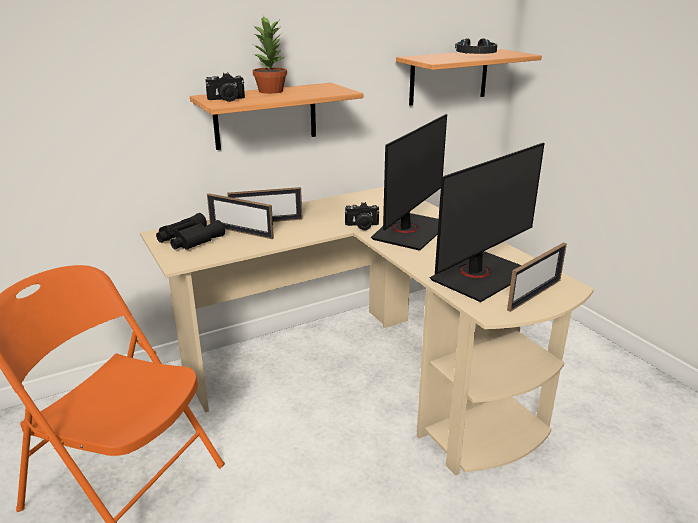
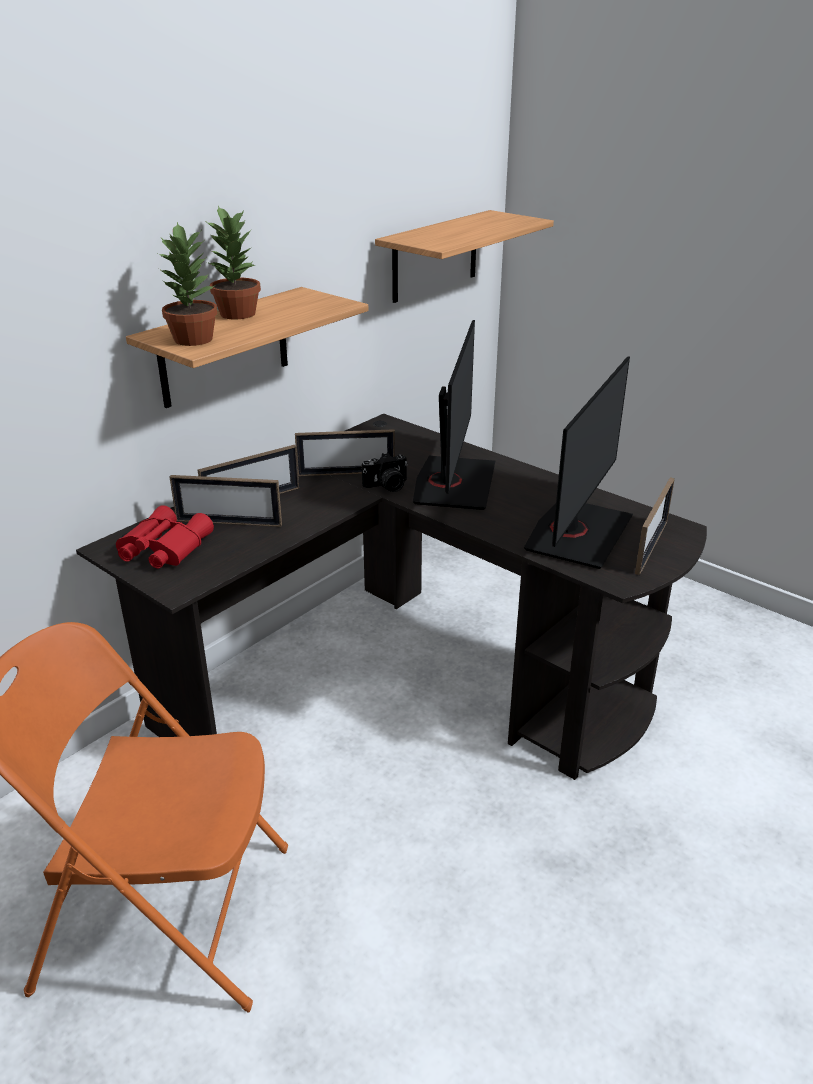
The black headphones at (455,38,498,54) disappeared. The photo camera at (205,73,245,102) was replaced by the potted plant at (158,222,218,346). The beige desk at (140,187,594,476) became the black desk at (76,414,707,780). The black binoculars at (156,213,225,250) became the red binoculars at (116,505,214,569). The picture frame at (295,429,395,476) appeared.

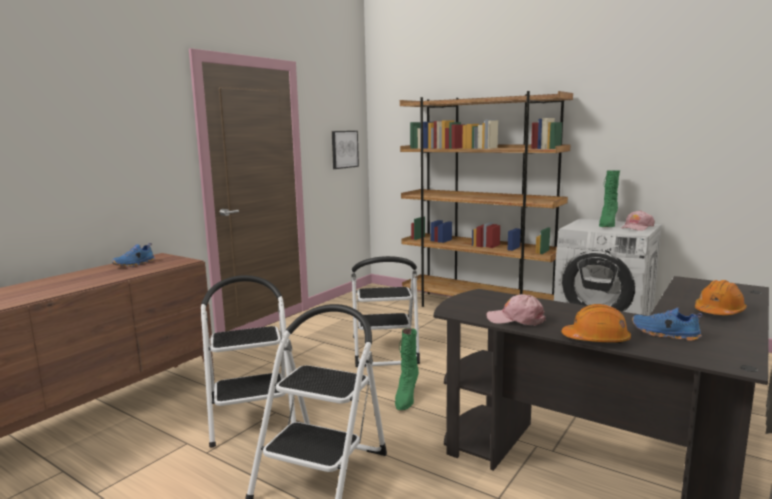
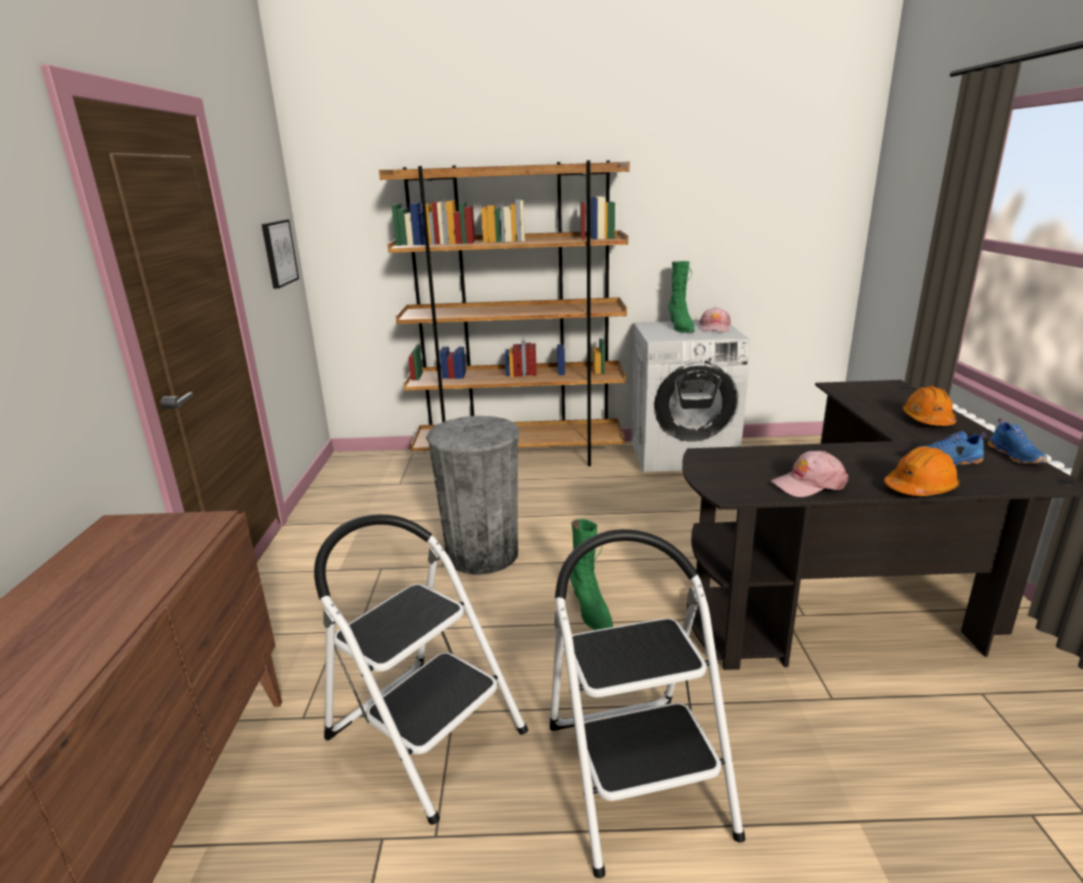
The blue shoe moved from (112,243,155,267) to (988,419,1047,464). The step ladder at (351,256,420,367) was replaced by the grey trash can at (426,416,520,575).

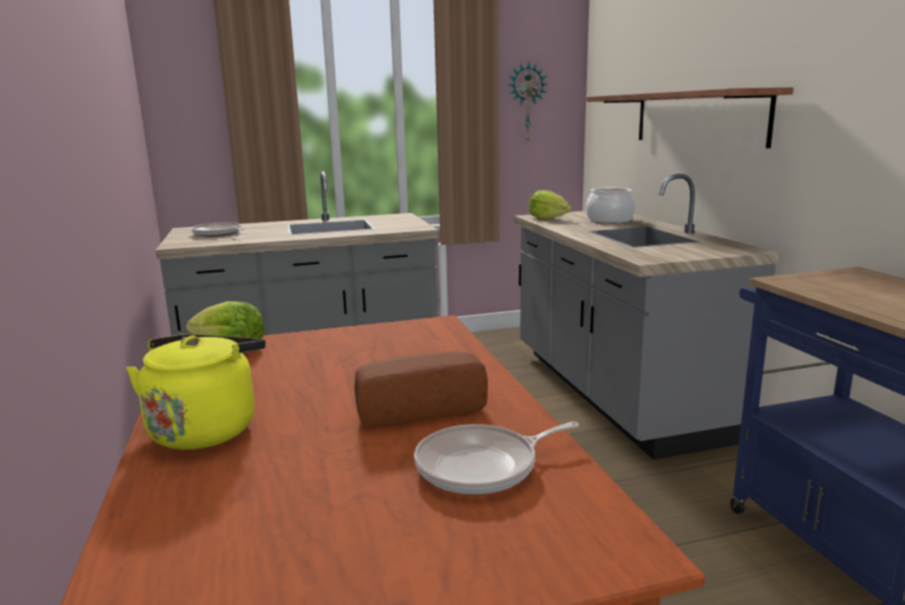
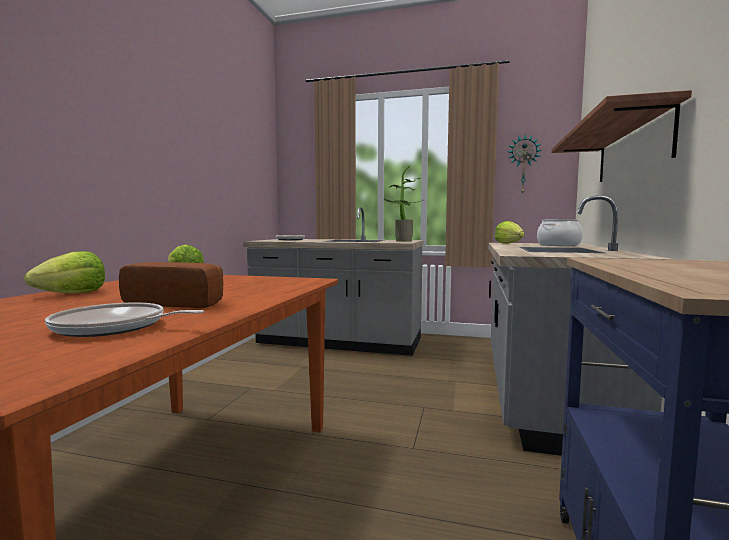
The yellow kettle at (126,334,265,450) was replaced by the lettuce at (24,251,105,293). The potted plant at (383,165,423,242) appeared.

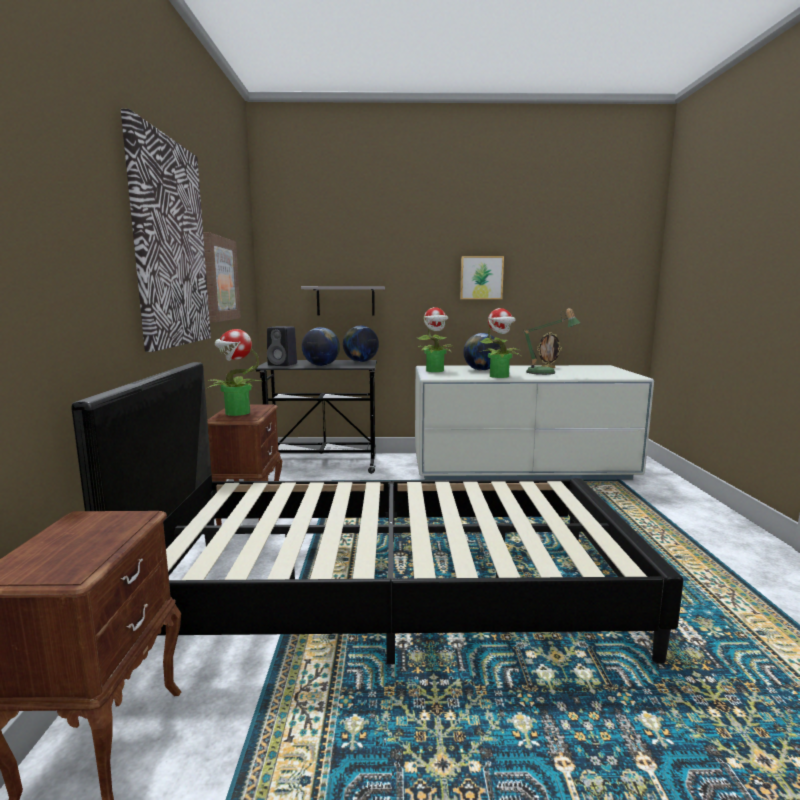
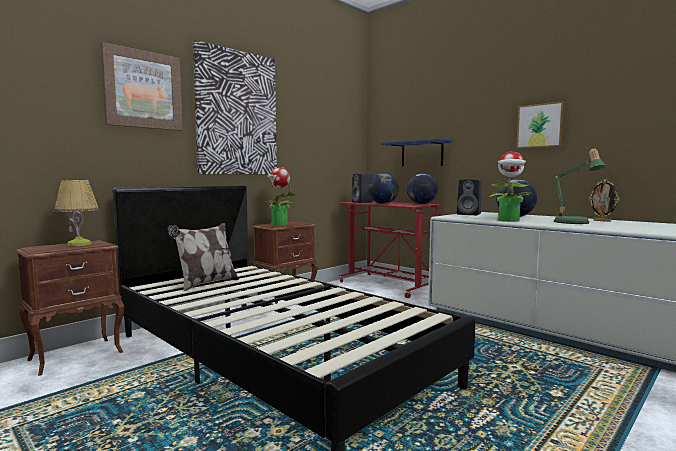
The picture moved from (203,232,241,322) to (100,42,183,131). The grey shelf at (301,286,385,316) became the blue shelf at (381,139,452,167). The potted plant at (417,307,454,372) was replaced by the black speaker at (457,179,482,215). The black desk at (256,360,377,474) became the red desk at (339,201,440,298). The table lamp at (54,180,99,246) appeared. The pillow at (168,223,239,291) appeared.

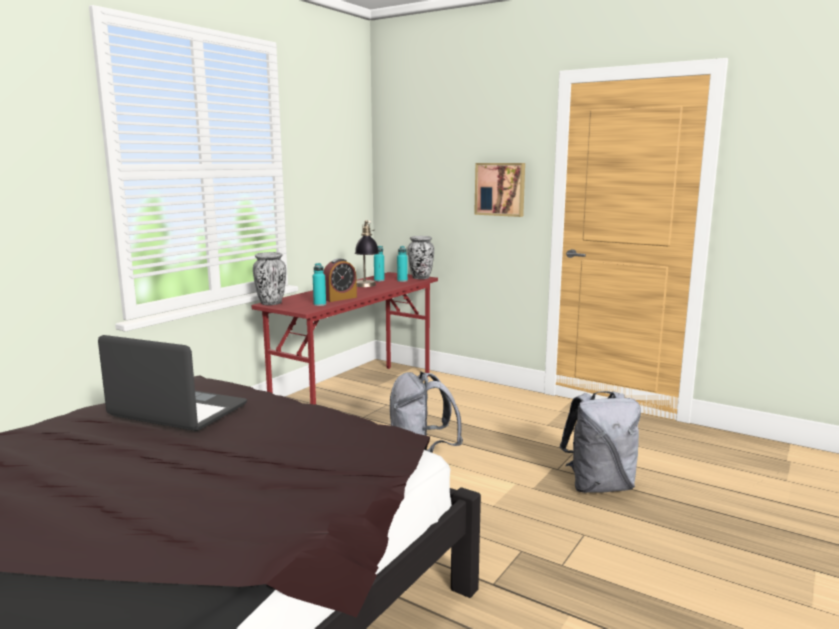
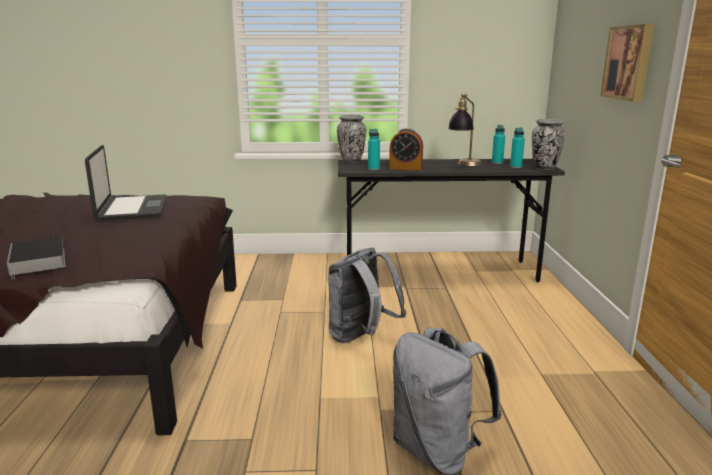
The red desk at (251,272,438,405) became the grey desk at (338,159,565,282). The book at (7,237,65,279) appeared.

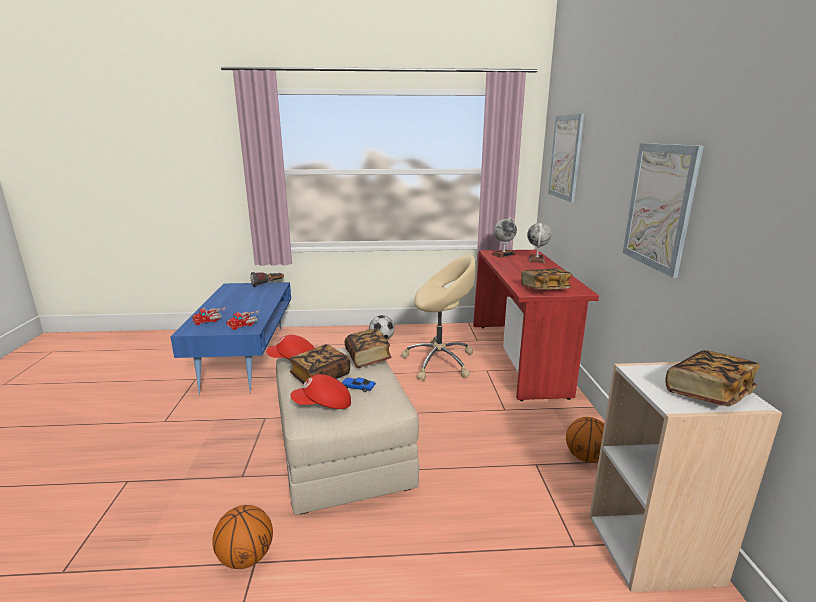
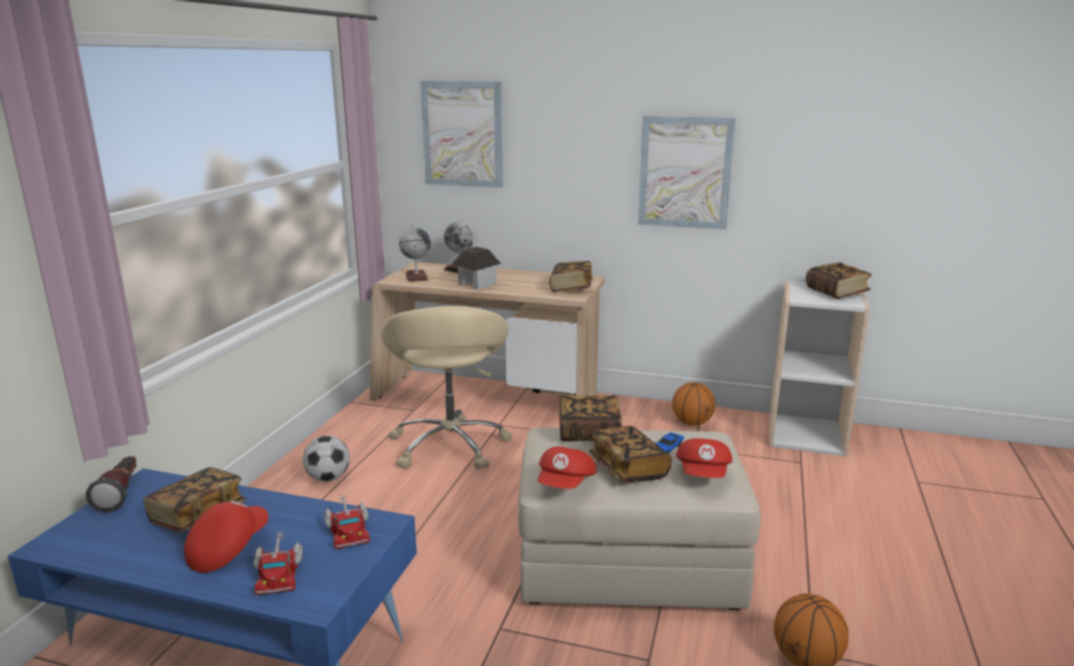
The red desk at (473,250,599,401) became the beige desk at (370,262,605,401). The beige office chair at (401,254,475,381) turned 150 degrees clockwise. The toy house at (451,247,501,289) appeared. The book at (143,467,245,532) appeared. The red cap at (184,500,268,573) appeared.

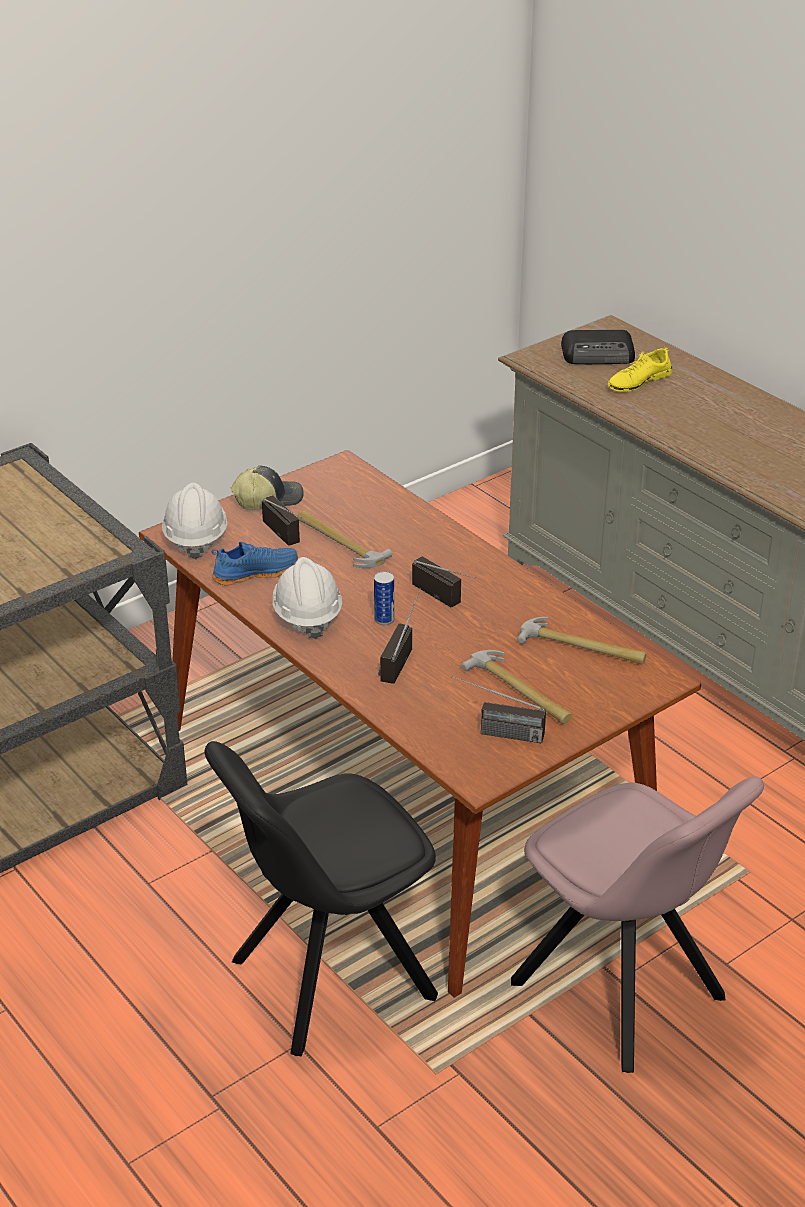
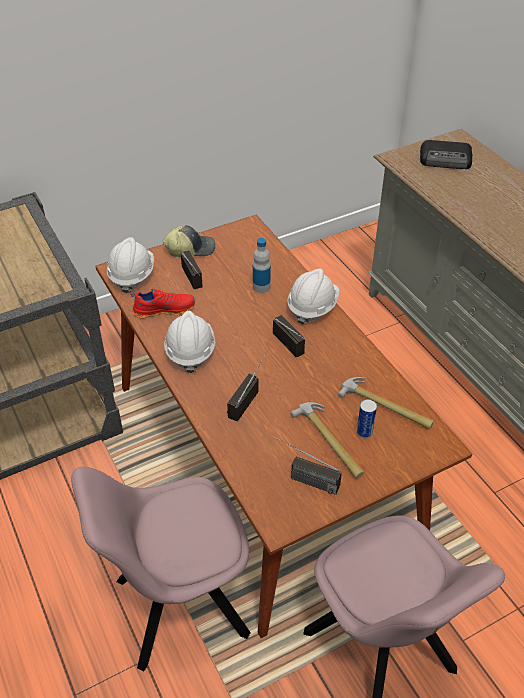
The yellow shoe at (608,347,672,392) disappeared. The hammer at (297,511,392,568) disappeared. The blue shoe at (212,541,298,585) became the red shoe at (131,289,195,318). The can moved from (374,571,394,625) to (357,399,377,438). The black chair at (204,741,438,1057) became the pink chair at (71,467,251,671). The bottle at (253,238,271,293) appeared. The white hard hat at (287,268,340,325) appeared.

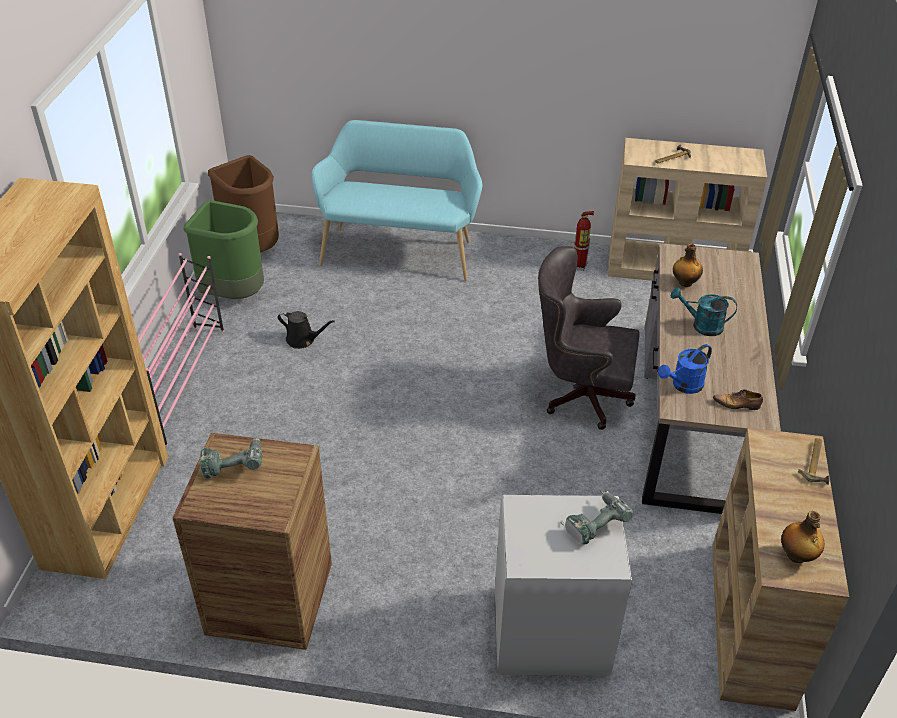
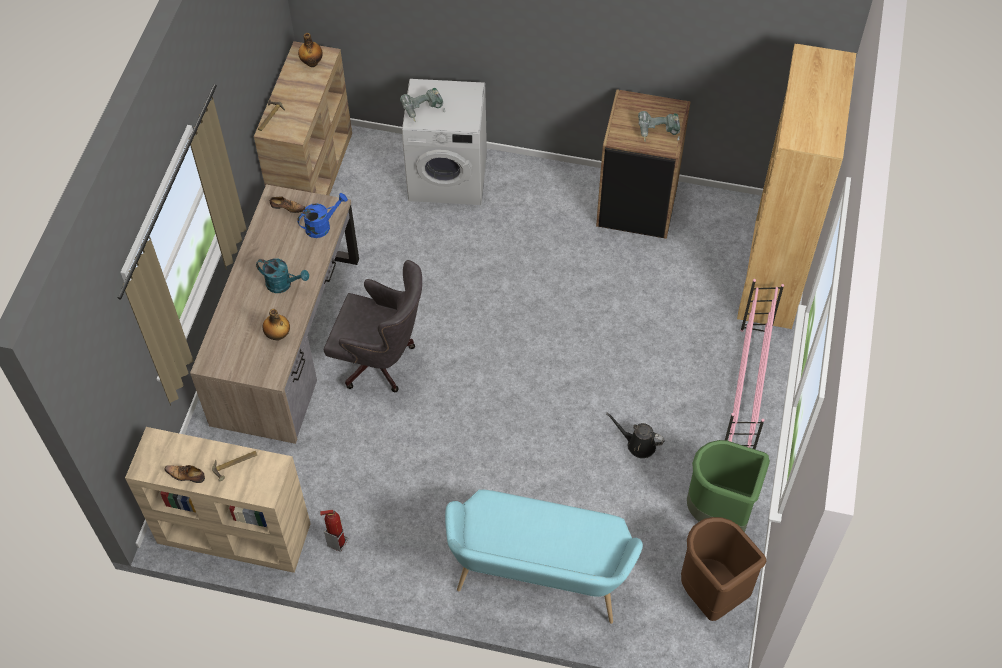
The shoe at (165,465,205,483) appeared.

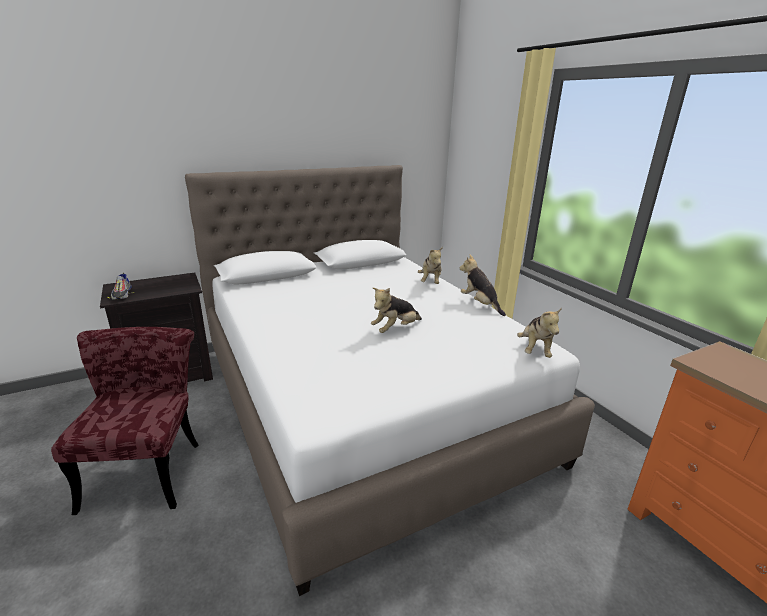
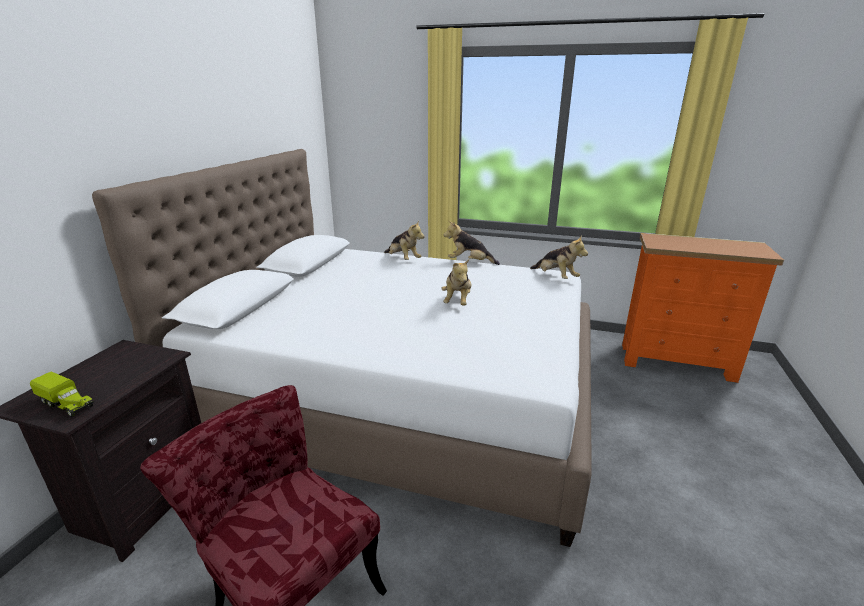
The shoe at (107,273,134,300) was replaced by the toy truck at (30,372,94,417).

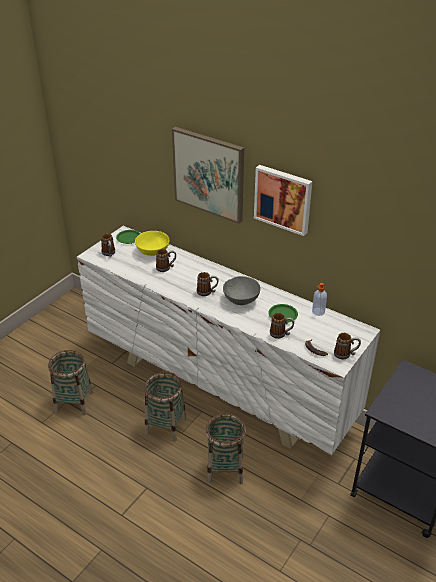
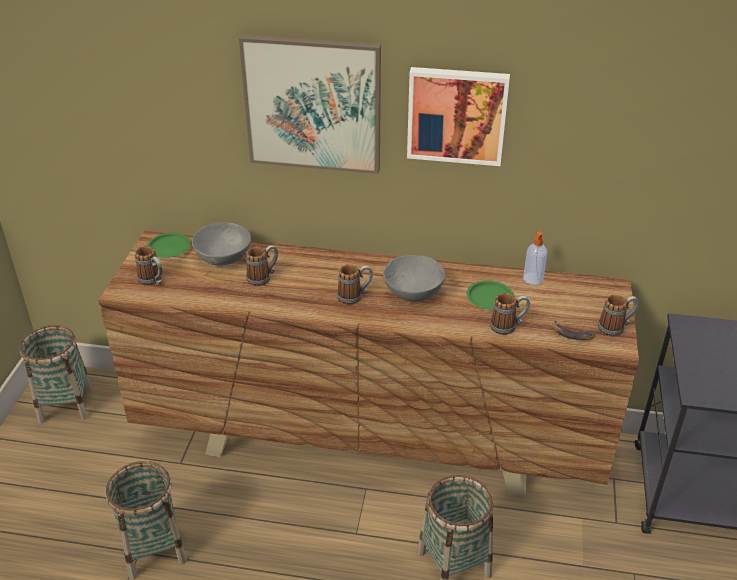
The white cabinet at (77,226,380,455) became the brown cabinet at (98,230,639,498). The yellow bowl at (135,231,169,256) became the grey bowl at (192,222,251,266). The basket moved from (144,372,186,442) to (20,325,93,424).

